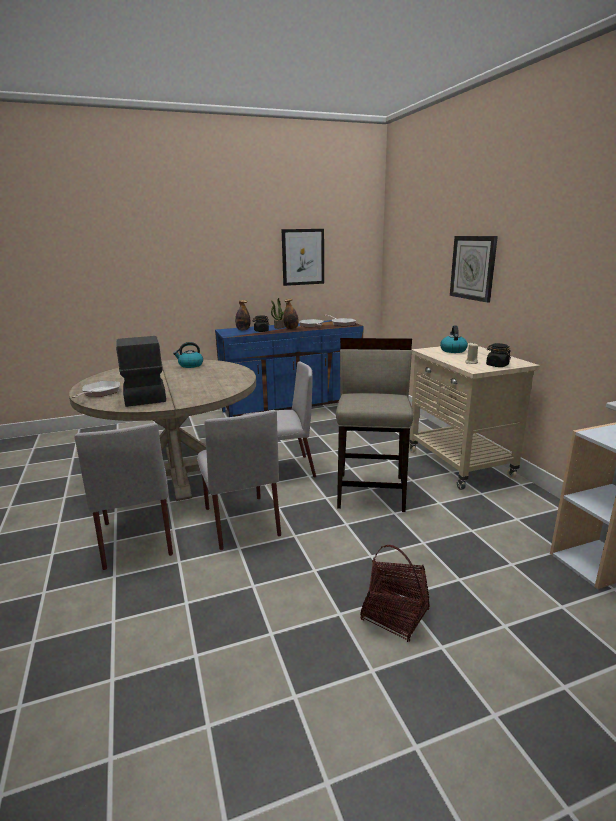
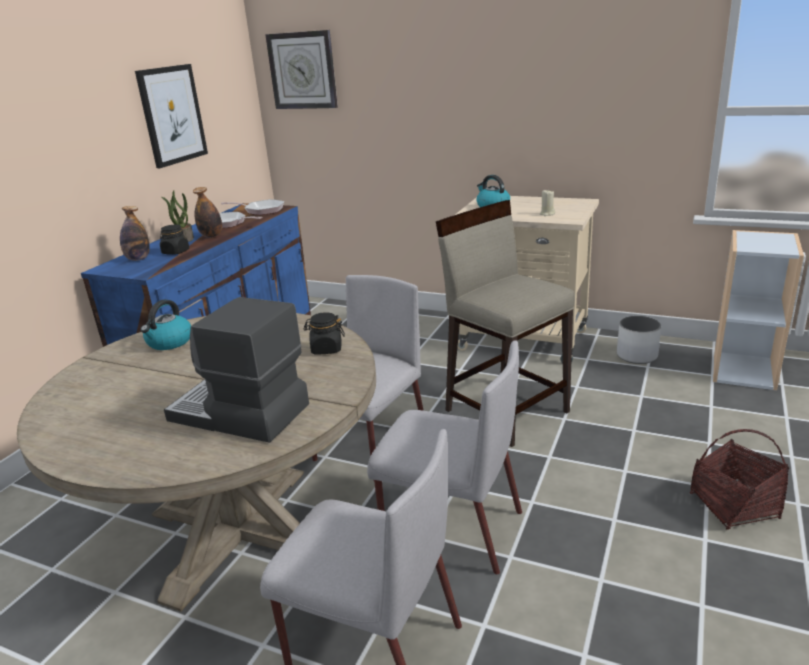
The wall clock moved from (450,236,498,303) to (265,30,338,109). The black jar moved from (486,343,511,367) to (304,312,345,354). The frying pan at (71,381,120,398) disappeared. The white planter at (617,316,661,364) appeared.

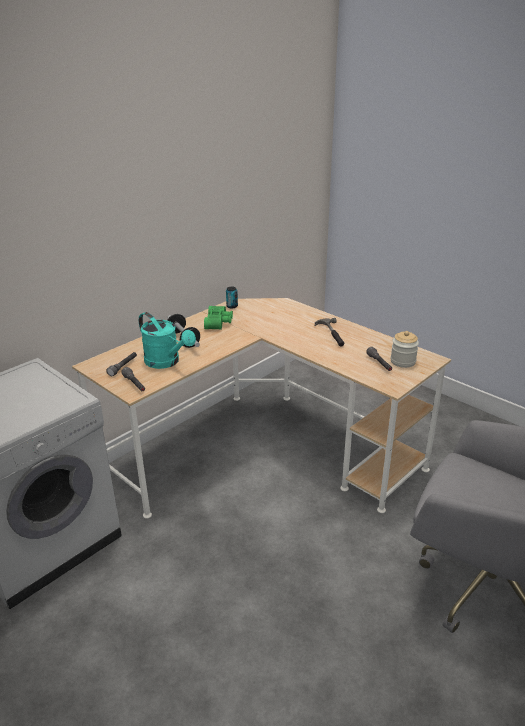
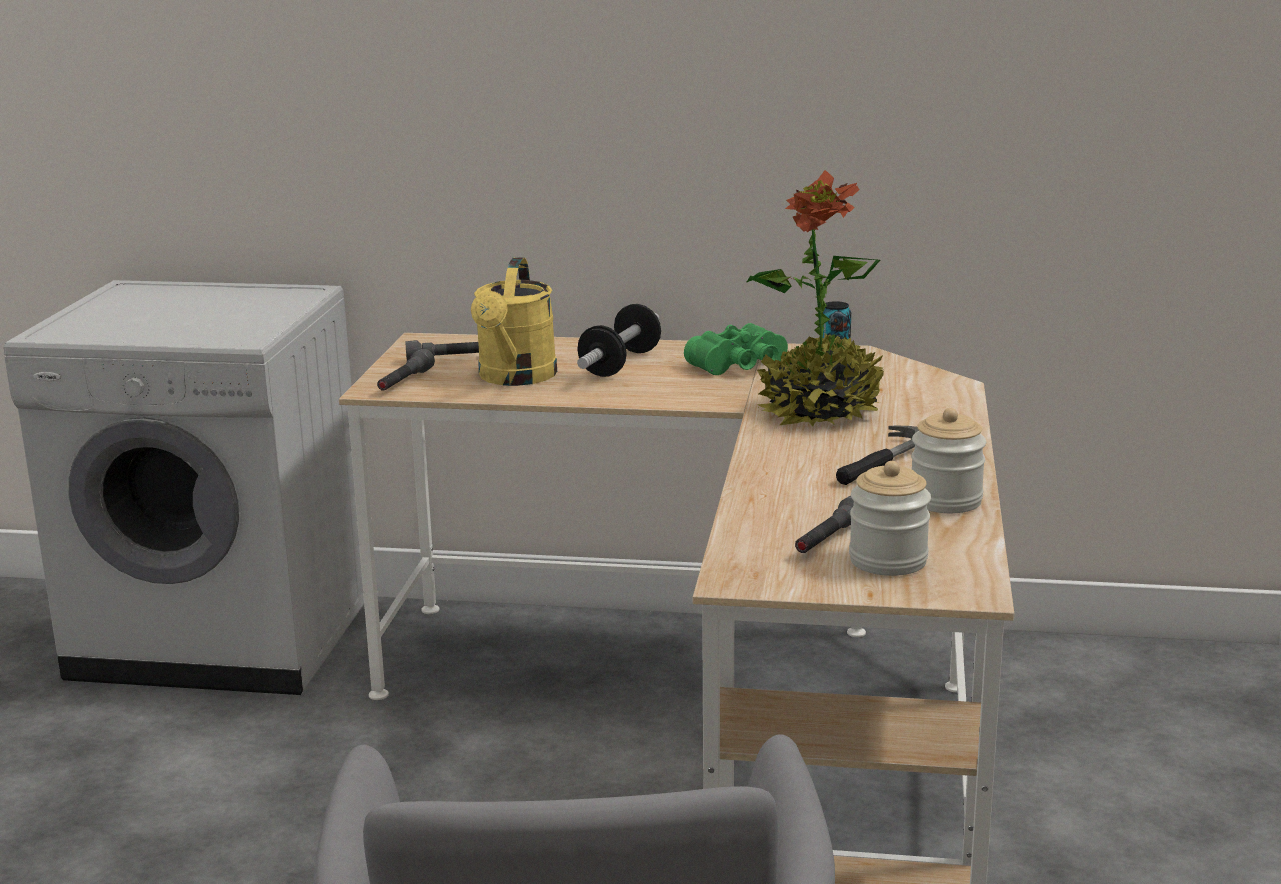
The turquoise watering can at (139,312,196,369) became the yellow watering can at (471,257,557,386). The potted plant at (746,170,884,427) appeared. The jar at (911,408,986,513) appeared.

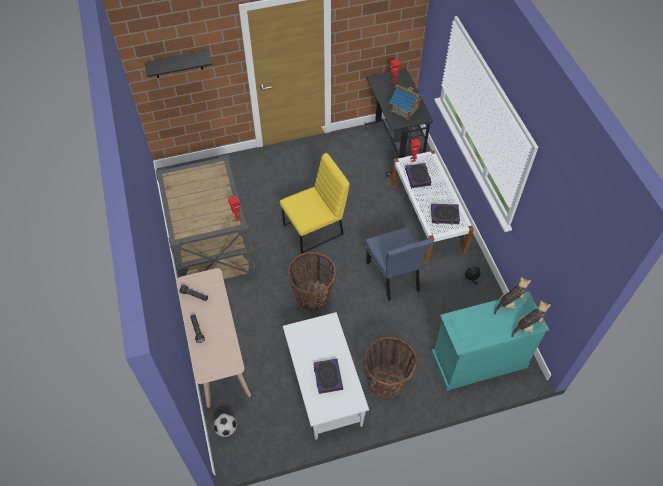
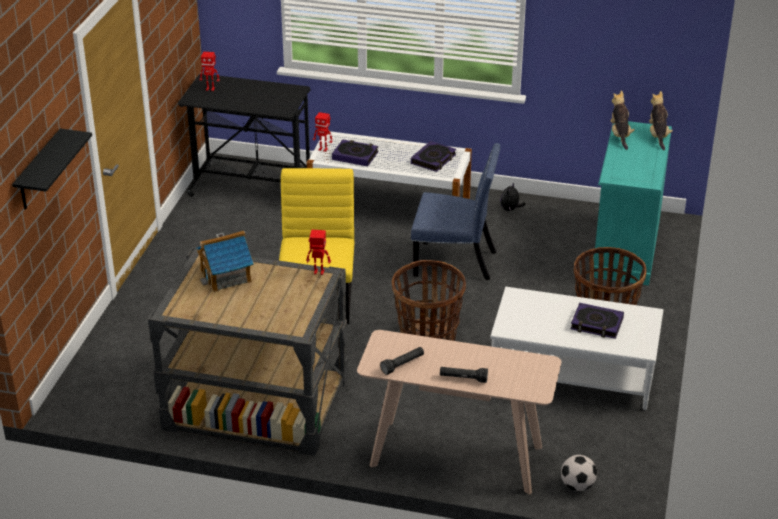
The toy house moved from (389,84,423,120) to (196,231,254,292).

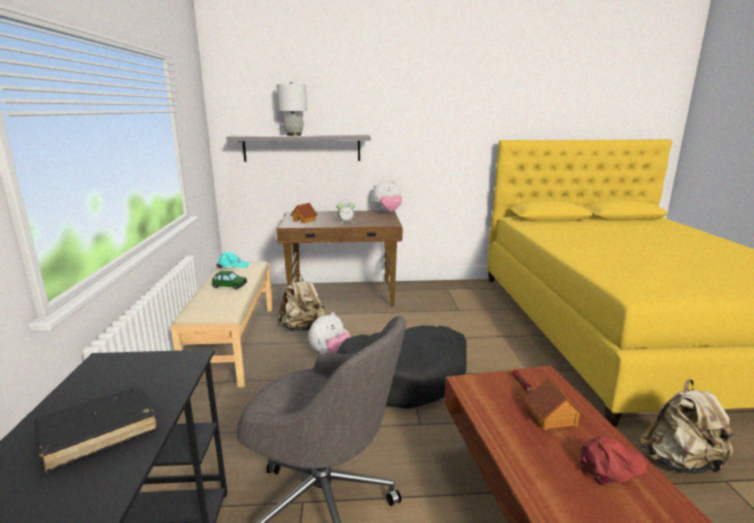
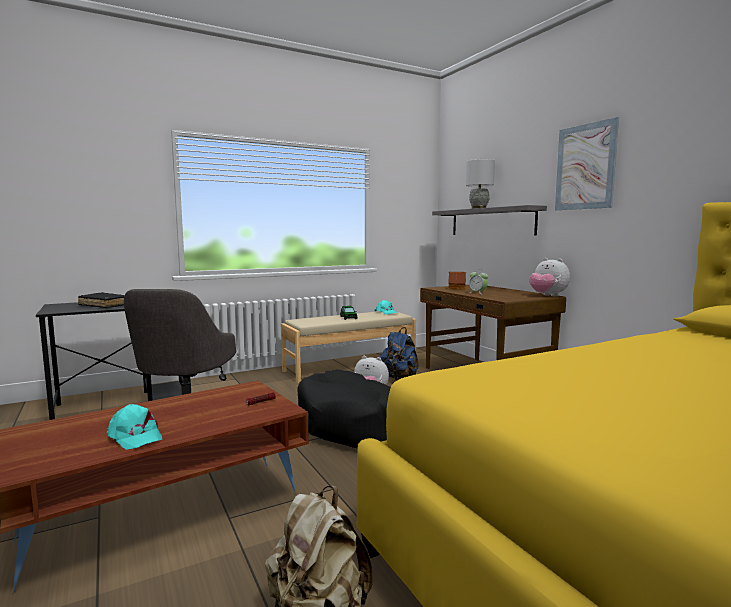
The beige backpack at (278,274,325,331) became the blue backpack at (380,327,418,380). The toy house at (525,378,585,430) disappeared. The red cap at (580,435,647,487) became the turquoise cap at (107,404,162,450). The picture at (555,117,619,210) appeared.

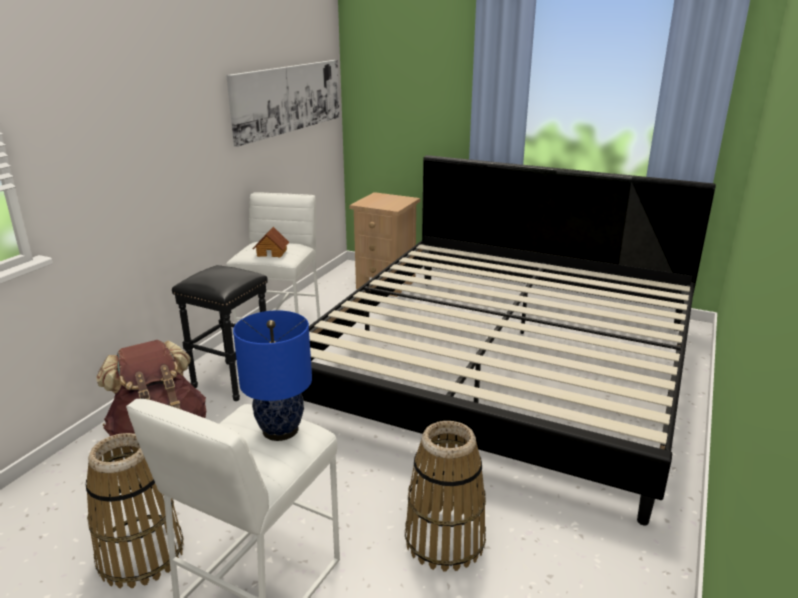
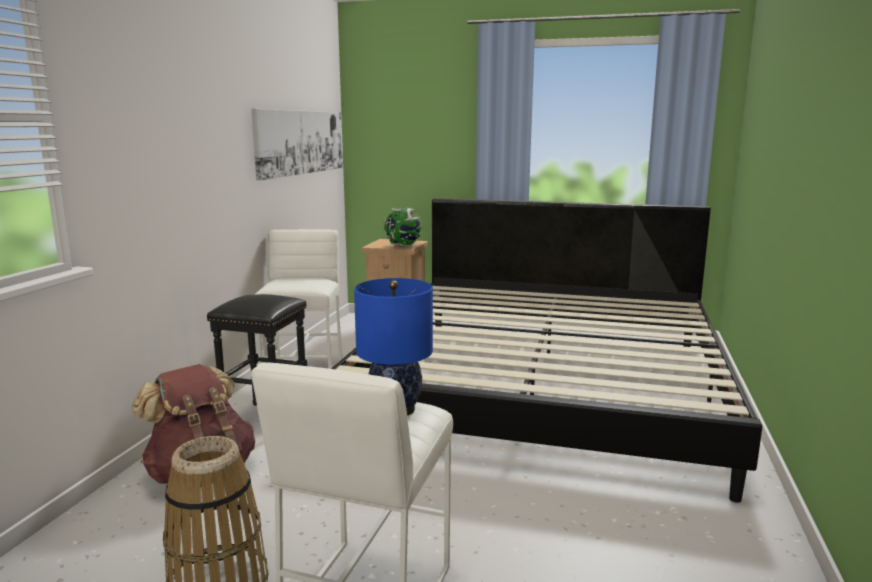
The toy house at (253,227,289,258) disappeared. The basket at (405,421,486,572) disappeared. The globe at (383,208,422,247) appeared.

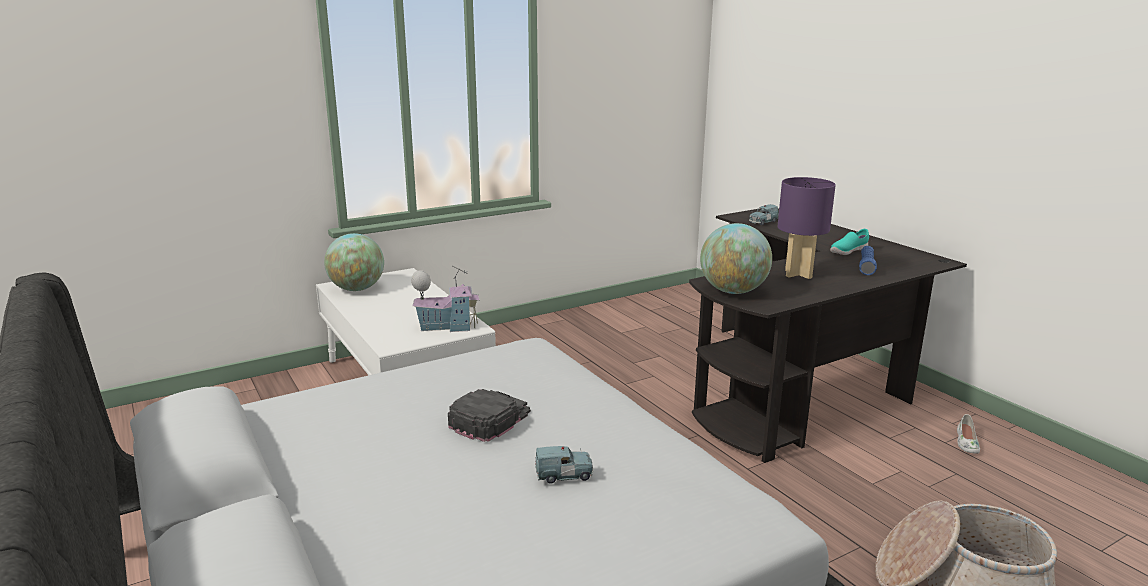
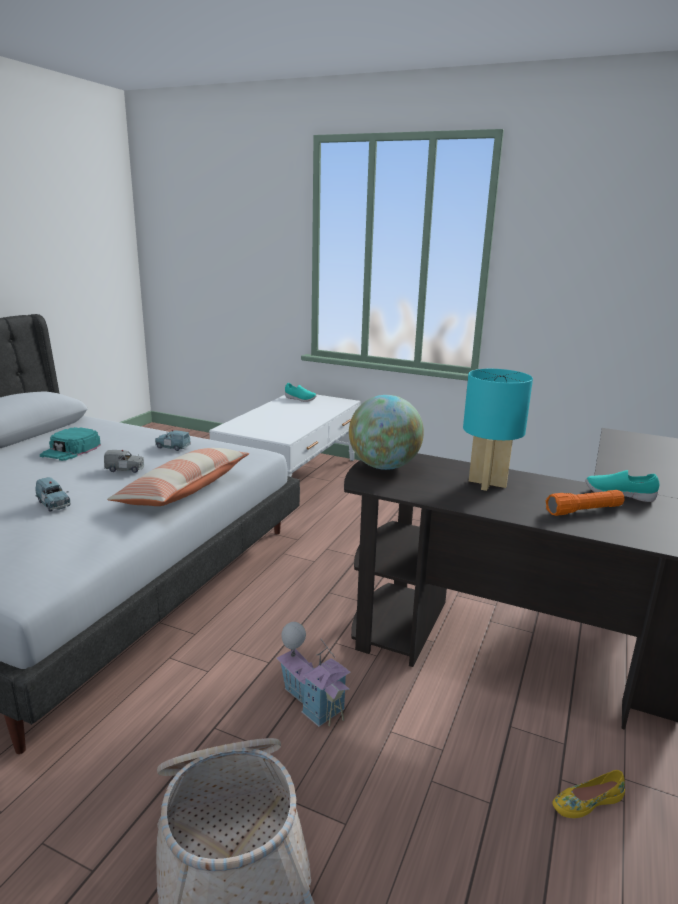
The purple table lamp at (777,177,836,279) became the turquoise table lamp at (463,369,533,491). The blue toy car moved from (749,204,778,225) to (155,430,191,451). The globe at (324,233,384,291) was replaced by the turquoise shoe at (285,383,317,402). The blue flashlight at (859,246,877,275) became the orange flashlight at (546,490,625,516). The toy house moved from (411,266,480,332) to (277,622,350,727). The black cap at (448,389,531,442) was replaced by the grey toy car at (104,450,144,473). The white shoe at (957,414,980,454) became the yellow shoe at (552,770,625,818). The turquoise cap at (40,427,101,461) appeared. The pillow at (107,448,249,506) appeared.

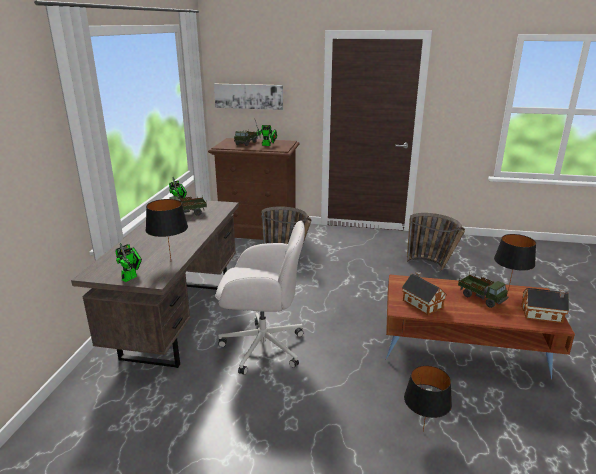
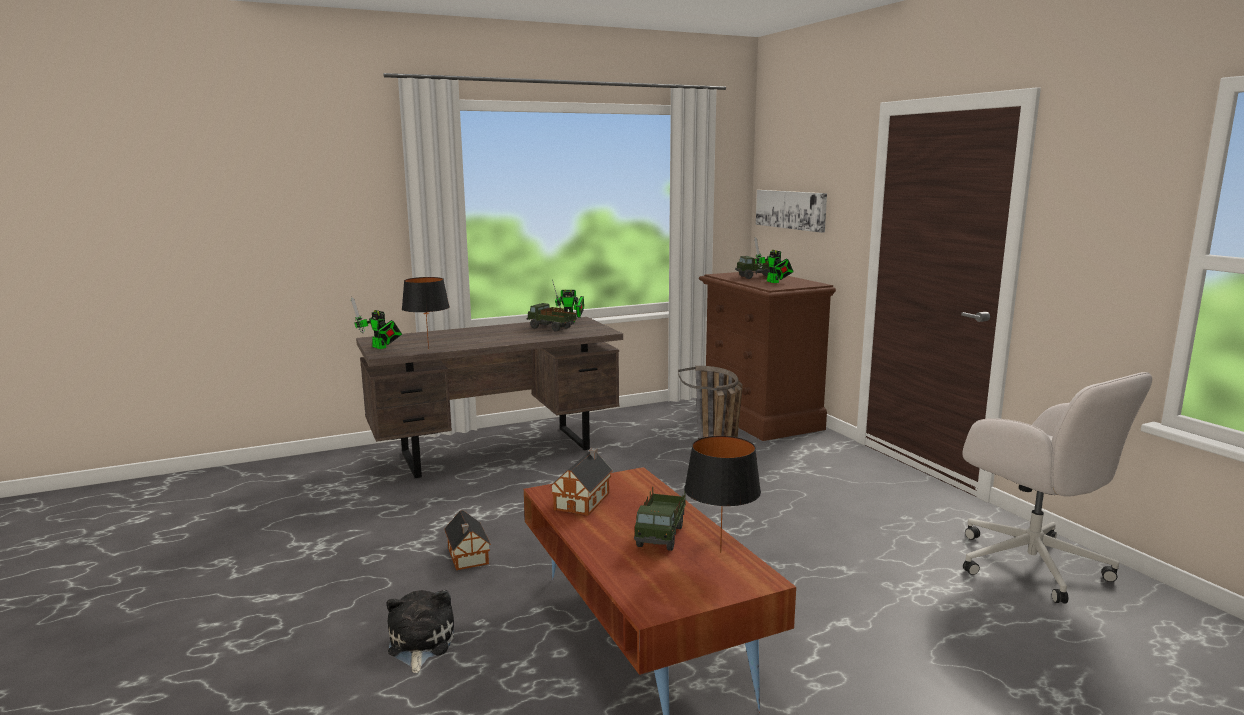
The basket at (407,213,465,272) disappeared. The white office chair moved from (215,221,305,375) to (963,372,1152,603). The toy robot at (115,243,142,282) turned 45 degrees clockwise. The toy house moved from (521,288,569,323) to (444,510,491,570). The black table lamp at (404,365,452,432) was replaced by the plush toy at (386,590,454,673).

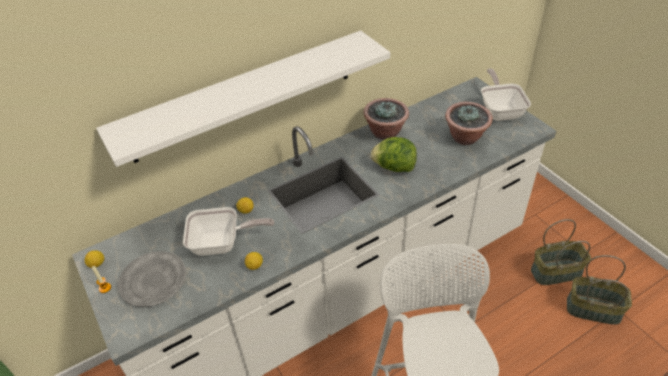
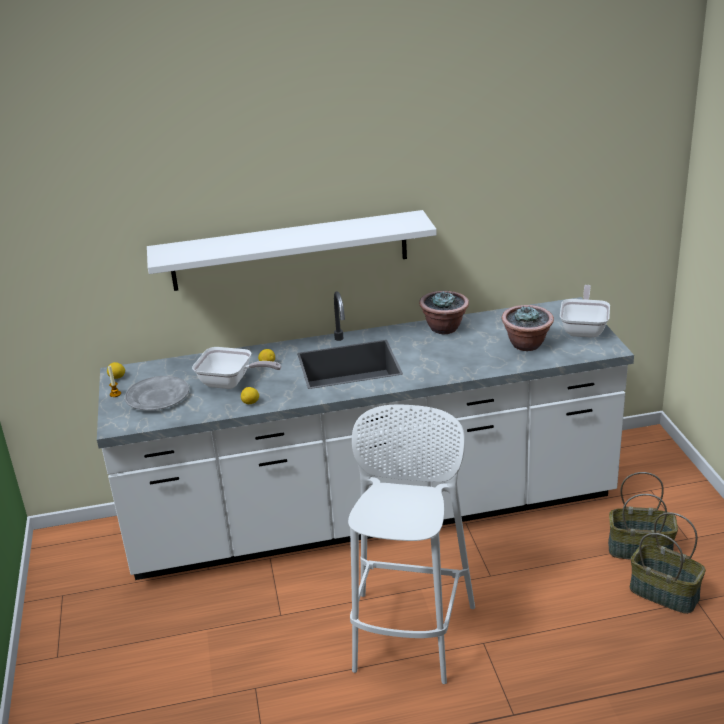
The lettuce at (371,137,417,172) disappeared.

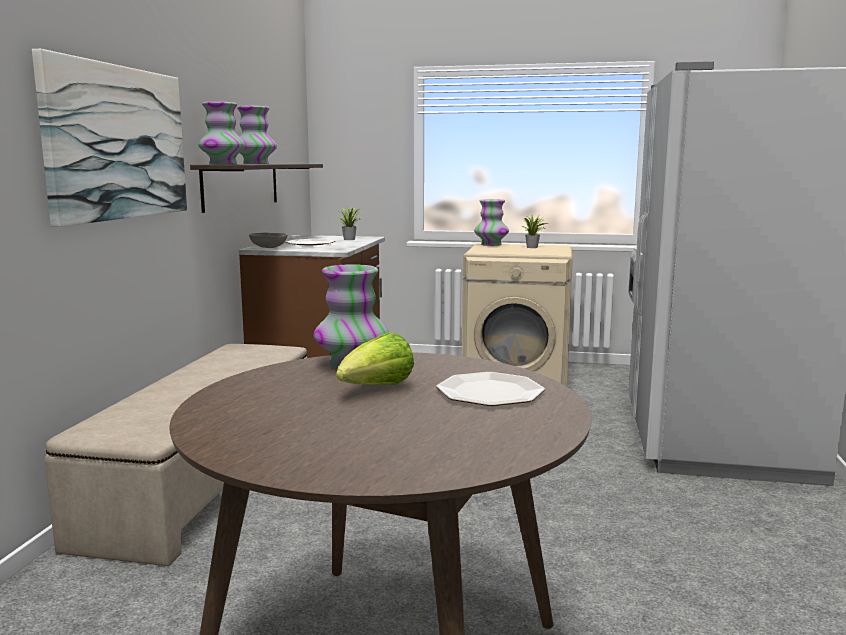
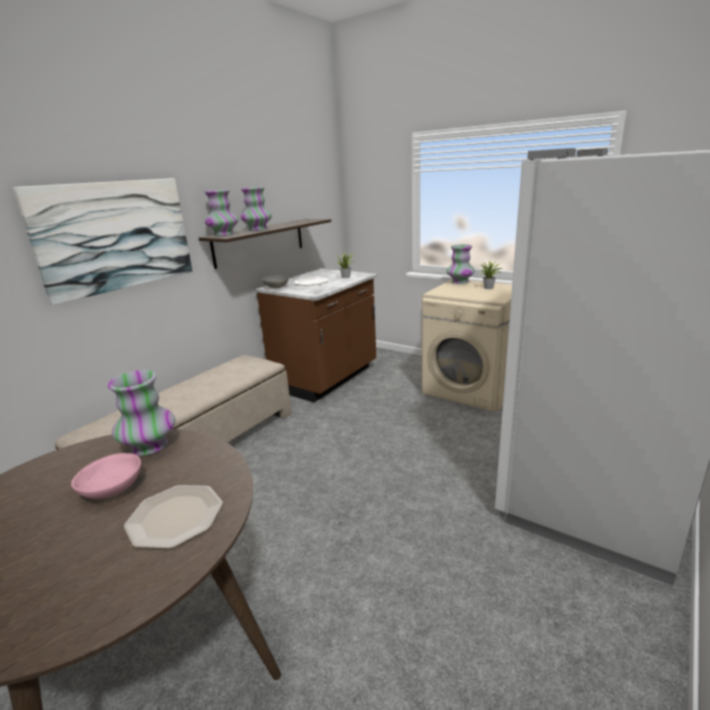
The lettuce at (336,333,414,385) was replaced by the pink bowl at (71,453,141,499).

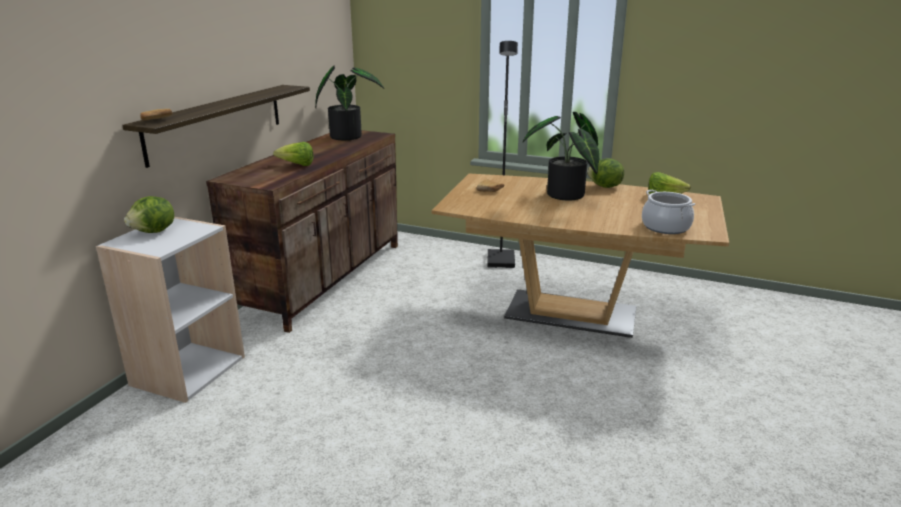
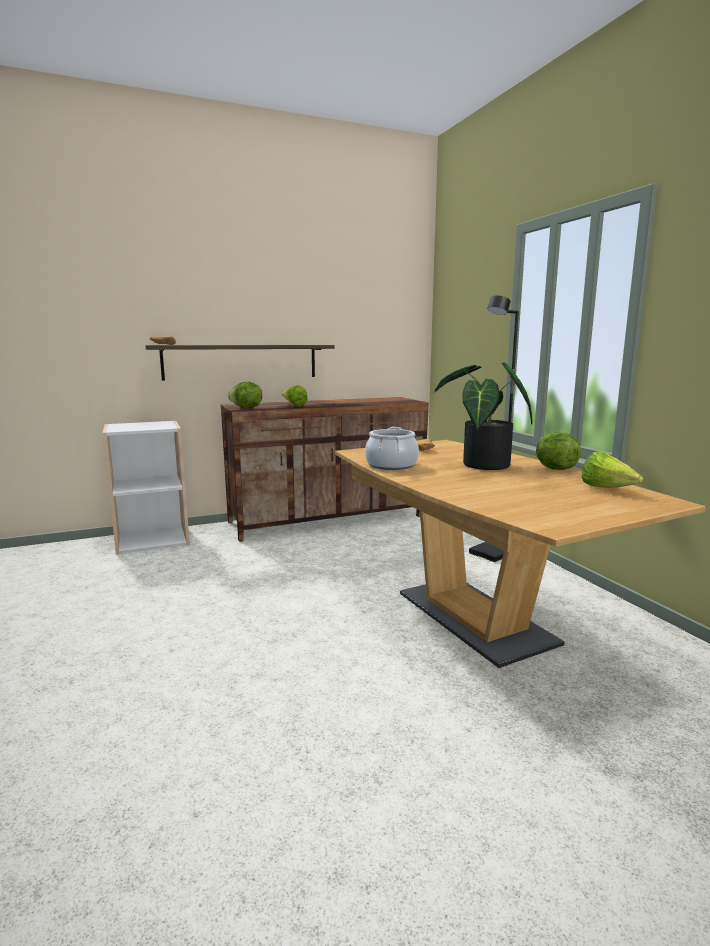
The potted plant at (315,66,384,140) disappeared. The cooking pot moved from (642,190,696,234) to (365,427,419,470). The lettuce moved from (124,196,174,233) to (228,382,262,408).

